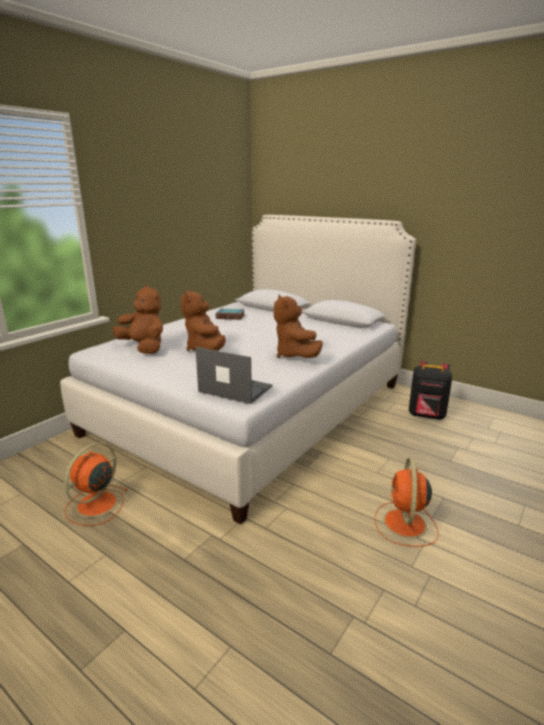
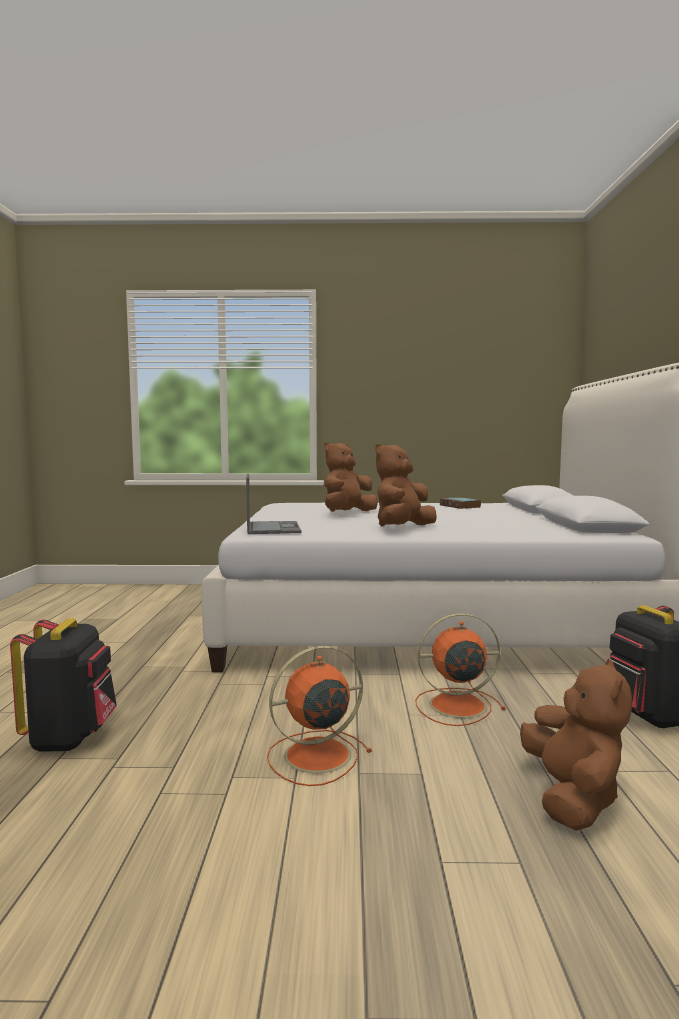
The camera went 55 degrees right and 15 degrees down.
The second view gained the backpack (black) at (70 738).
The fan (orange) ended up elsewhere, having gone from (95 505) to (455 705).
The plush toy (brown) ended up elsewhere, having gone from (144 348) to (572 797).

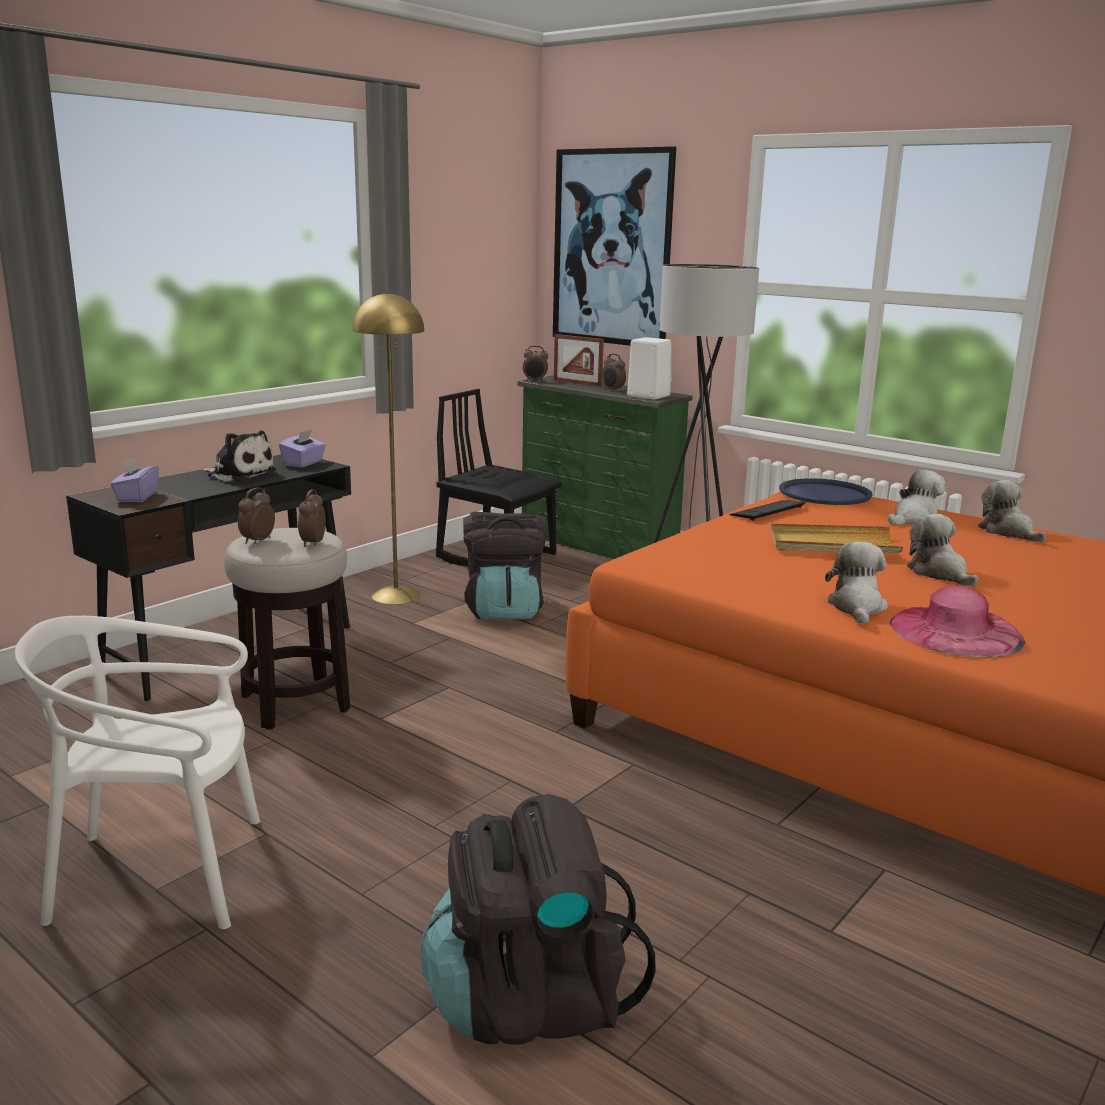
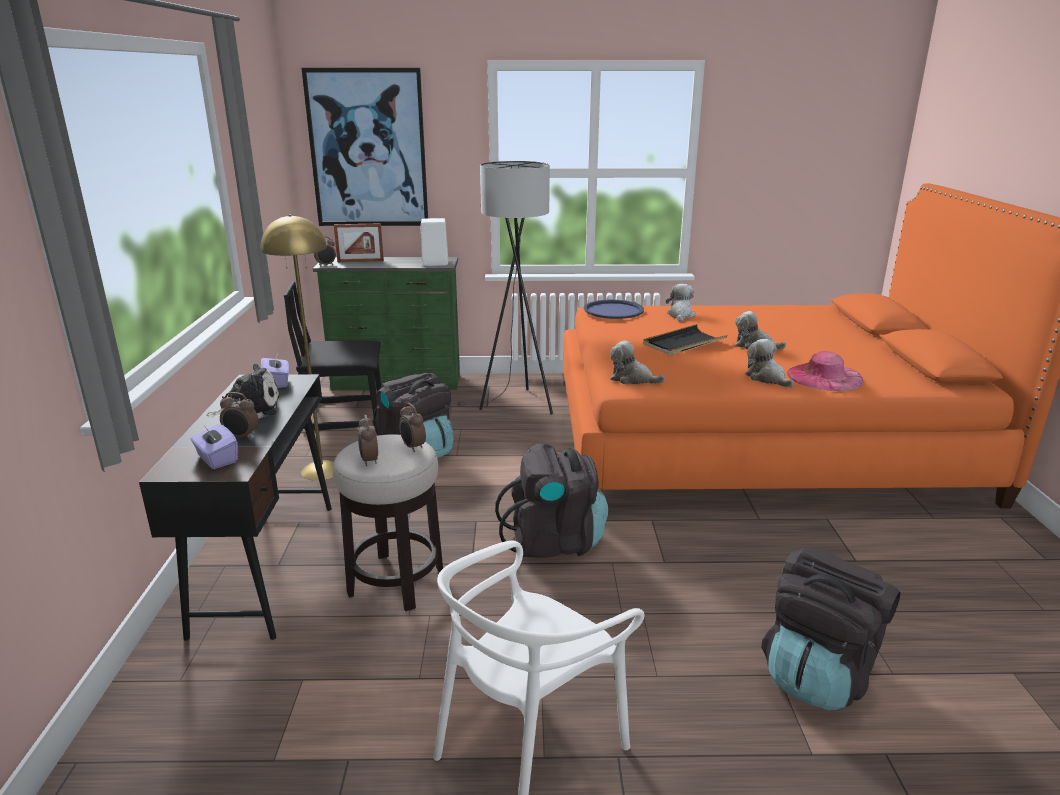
The camera went 40 degrees left and 5 degrees up.
The alarm clock ended up elsewhere, having gone from (612 390) to (241 437).
The second view gained the backpack (black) at (554 542).
The plush toy ended up elsewhere, having gone from (1008 532) to (632 379).
What was the tray (beige) at (832 544) turned into the tray (black) at (683 343).
The second view lost the keyboard at (768 511).

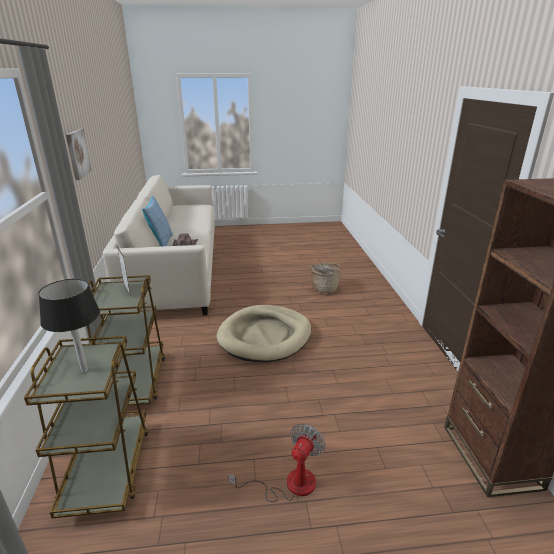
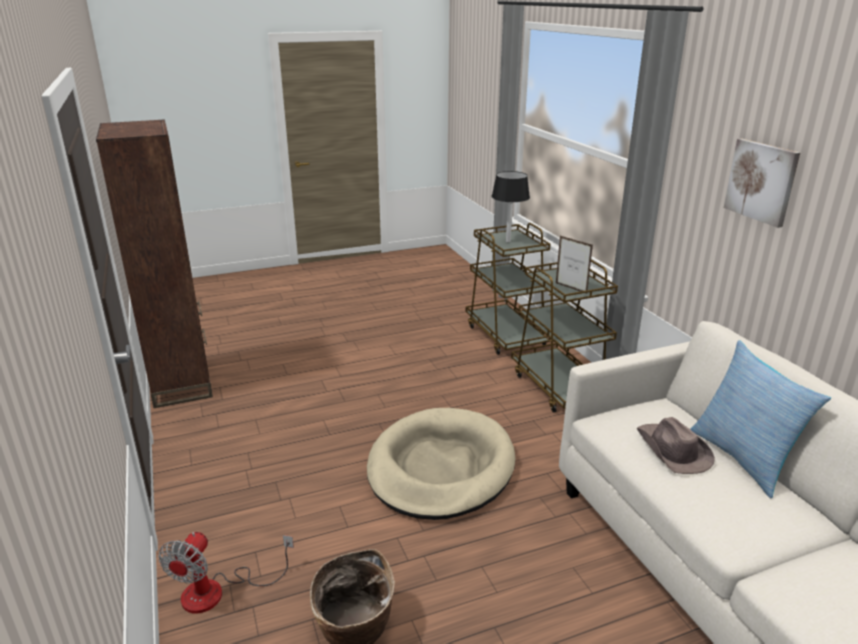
The camera went 165 degrees right and 0 degrees up.
The fan ended up elsewhere, having gone from (289 484) to (218 591).

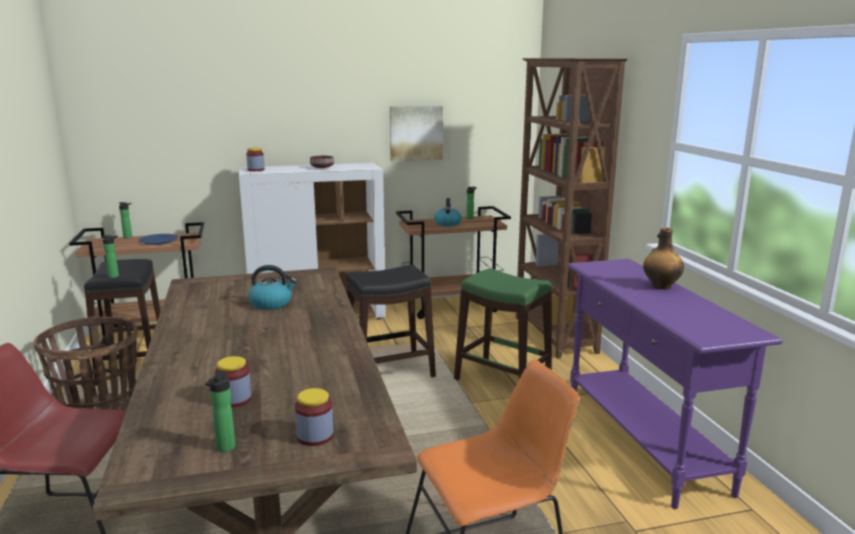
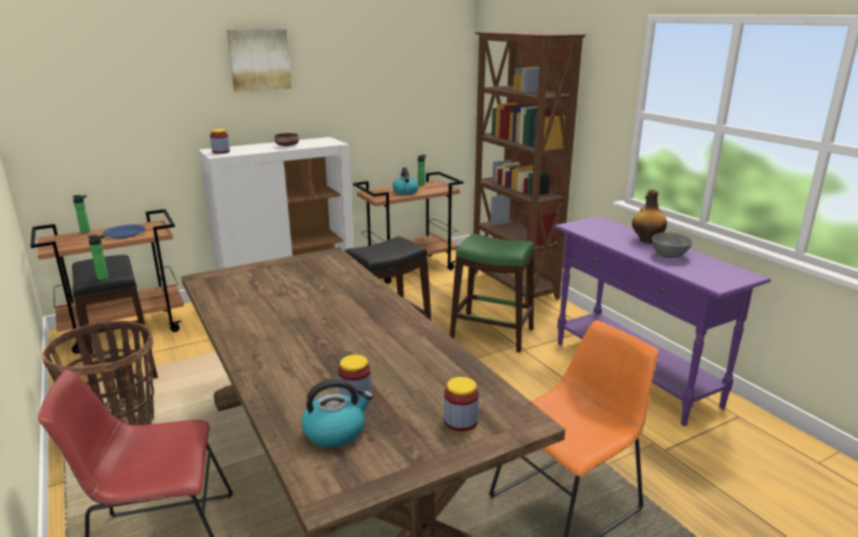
The camera went 15 degrees left and 5 degrees up.
The picture ended up elsewhere, having gone from (416 133) to (259 60).
The kettle ended up elsewhere, having gone from (272 303) to (335 431).
The second view gained the bowl (grey) at (669 255).
The second view lost the bottle at (224 449).

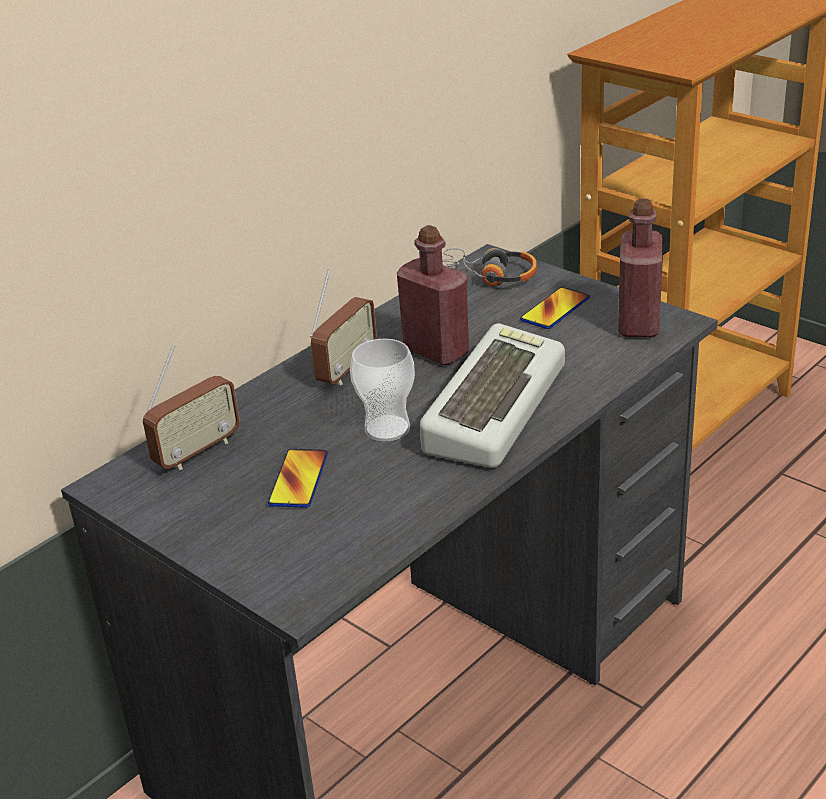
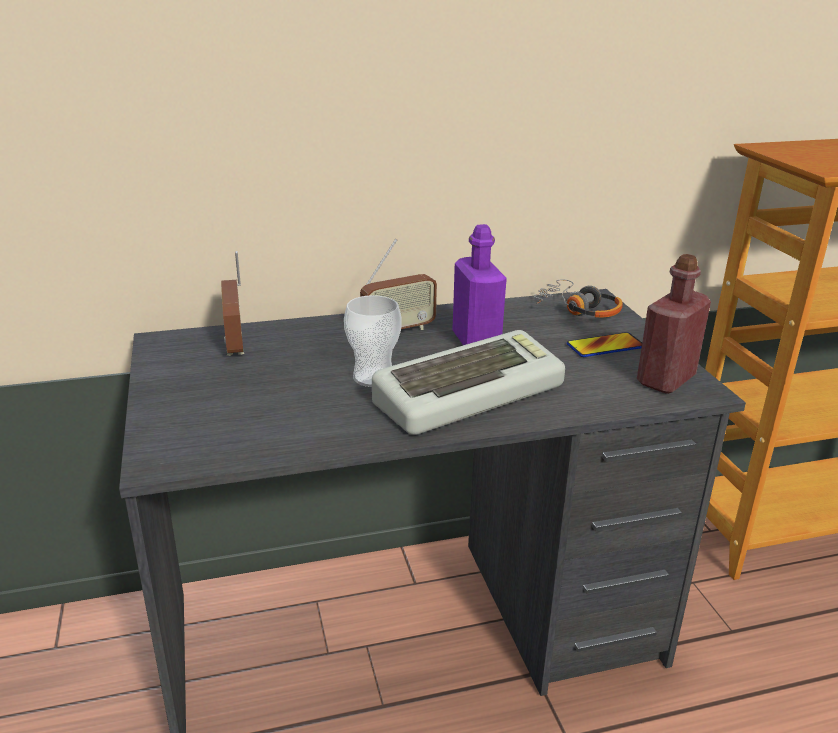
The camera went 30 degrees right and 5 degrees down.
The radio at (197 452) ended up facing another way, 90 degrees clockwise from before.
What was the bottle (red) at (436 351) turned into the bottle (purple) at (476 341).
The second view lost the phone at (298 479).

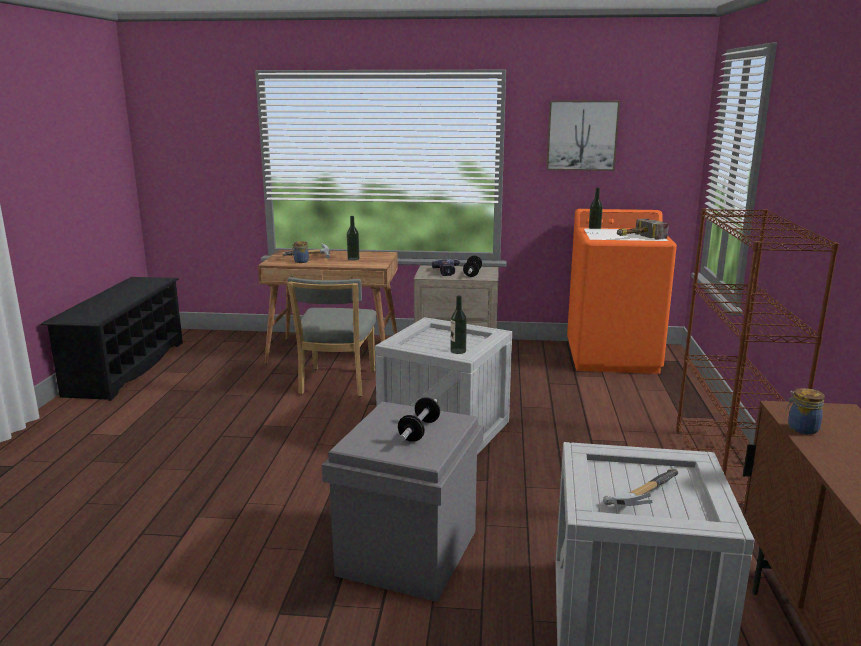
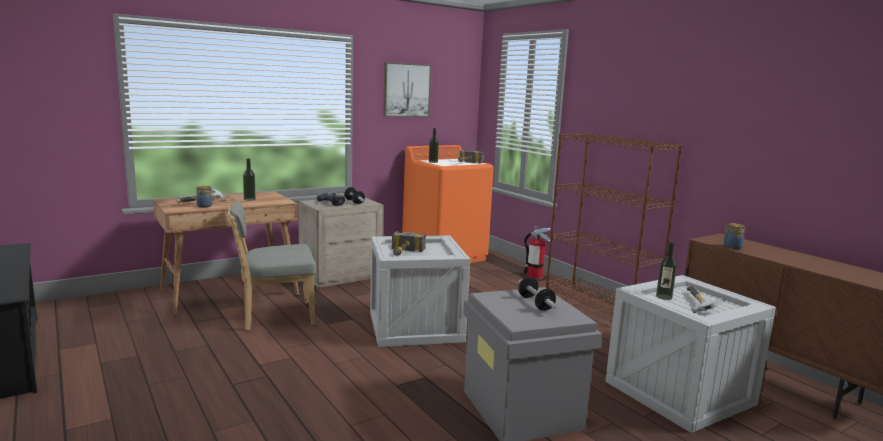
The camera went 40 degrees left and 5 degrees down.
The chair (grey) at (336 384) ended up facing another way, 105 degrees clockwise from before.
The second view gained the hammer at (403 253).
The second view gained the fire extinguisher at (534 276).
The bottle ended up elsewhere, having gone from (458 351) to (664 297).

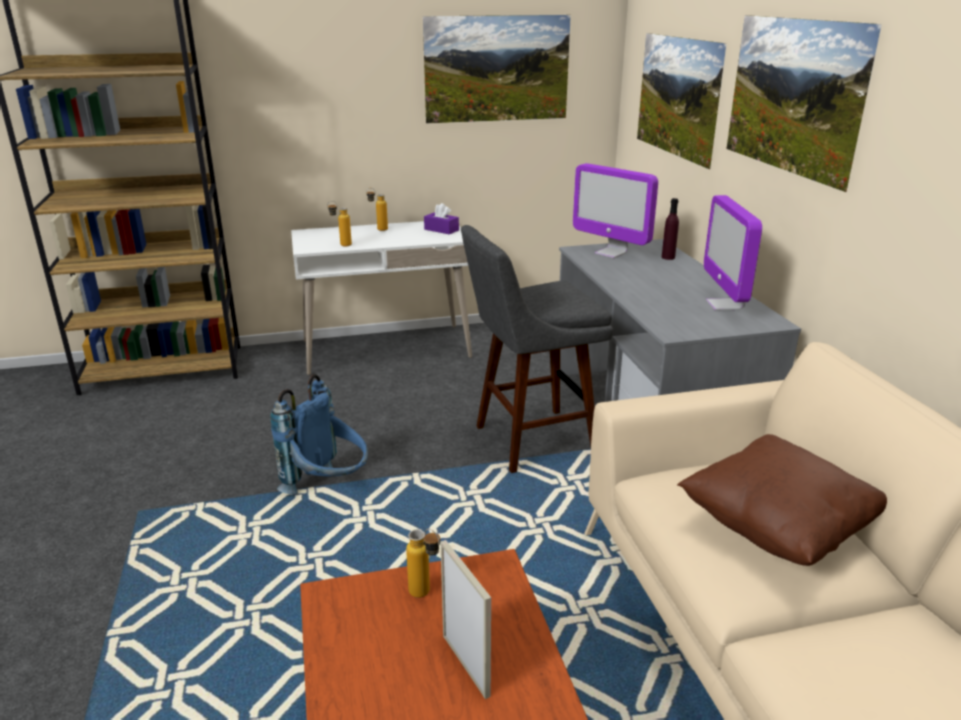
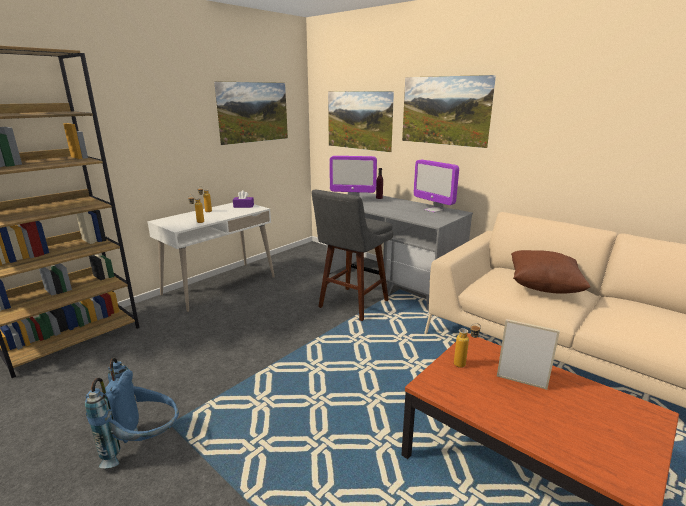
The camera went 35 degrees left and 5 degrees down.
The backpack (blue) ended up elsewhere, having gone from (329 488) to (144 445).

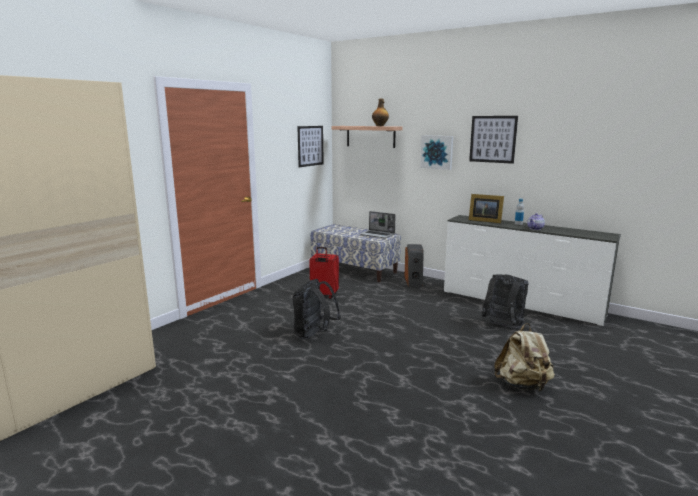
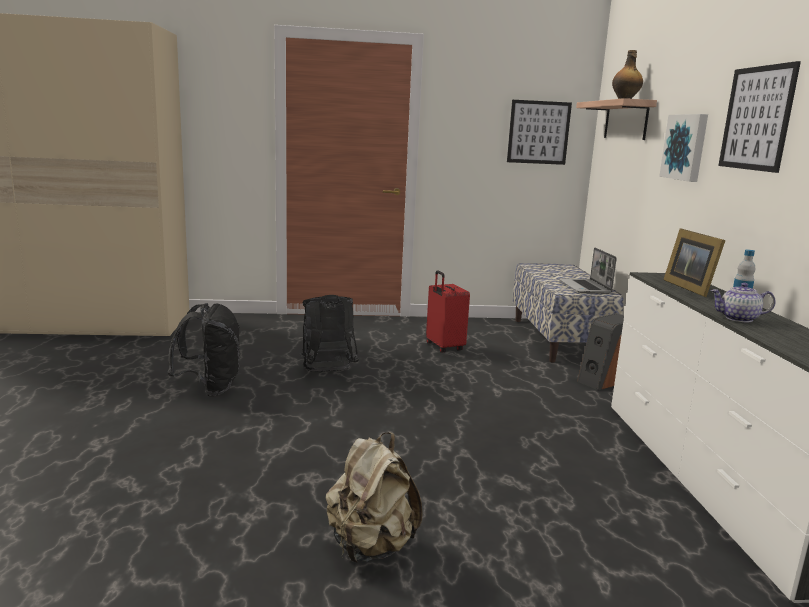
The camera went 50 degrees right and 0 degrees up.
The backpack (black) ended up elsewhere, having gone from (503 327) to (210 388).

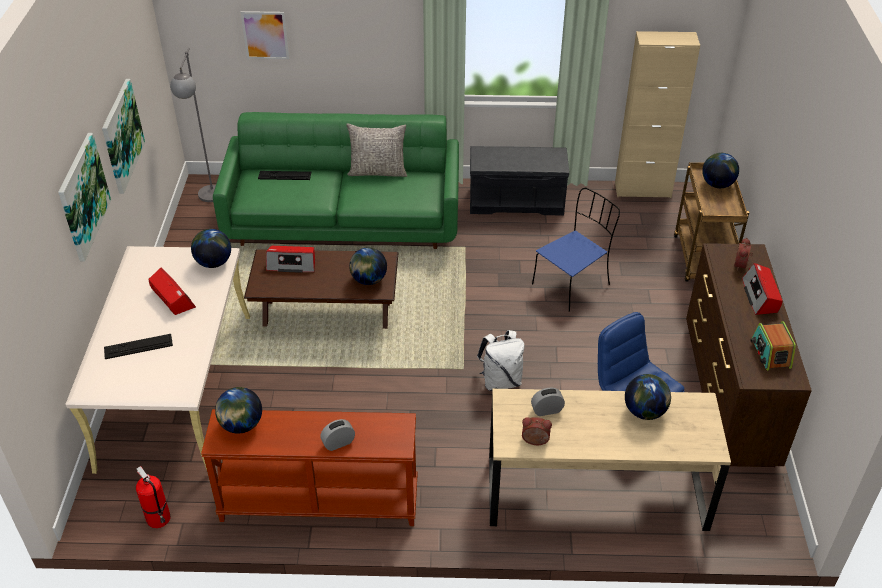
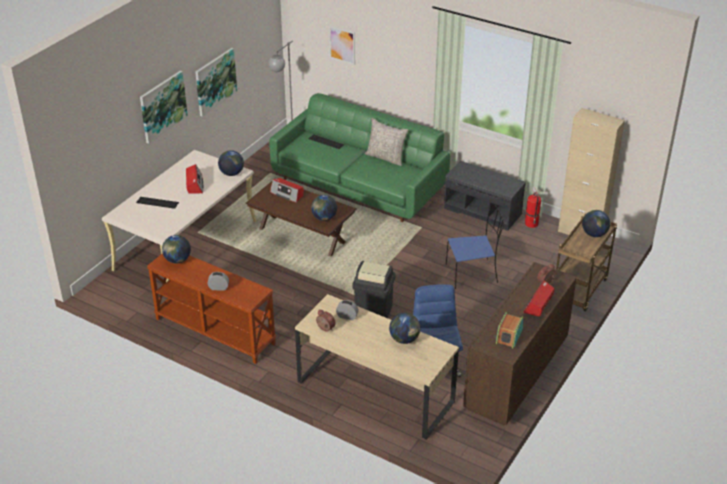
The camera went 30 degrees right and 5 degrees down.
Where the backpack (white) stood at (500 381), the trash can (black) came to stand at (373 311).
The fire extinguisher ended up elsewhere, having gone from (159 519) to (531 224).

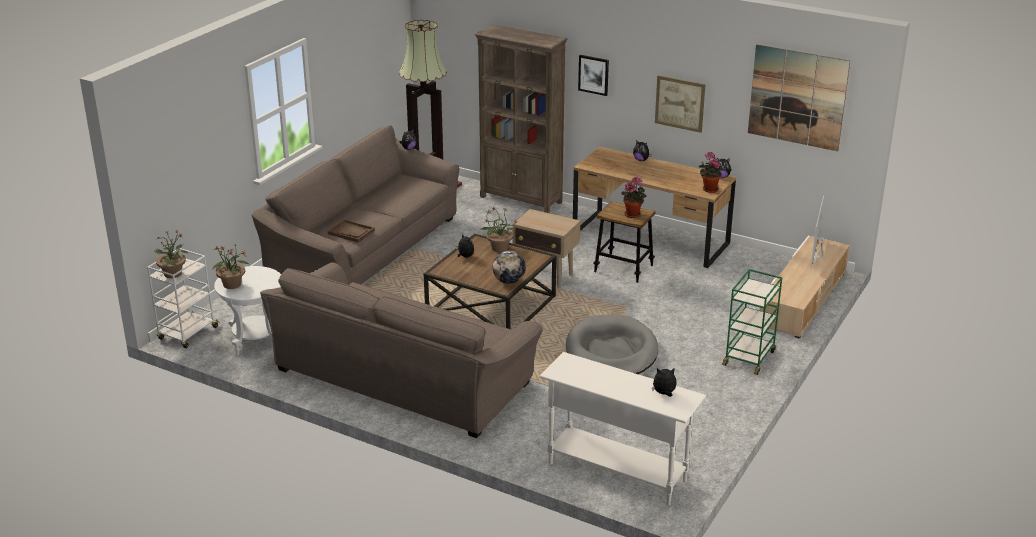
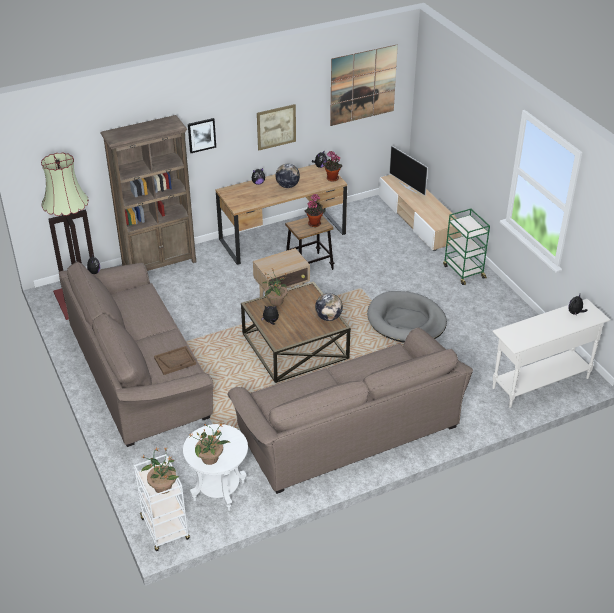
The camera went 55 degrees left and 10 degrees up.
The second view gained the globe at (287 186).

